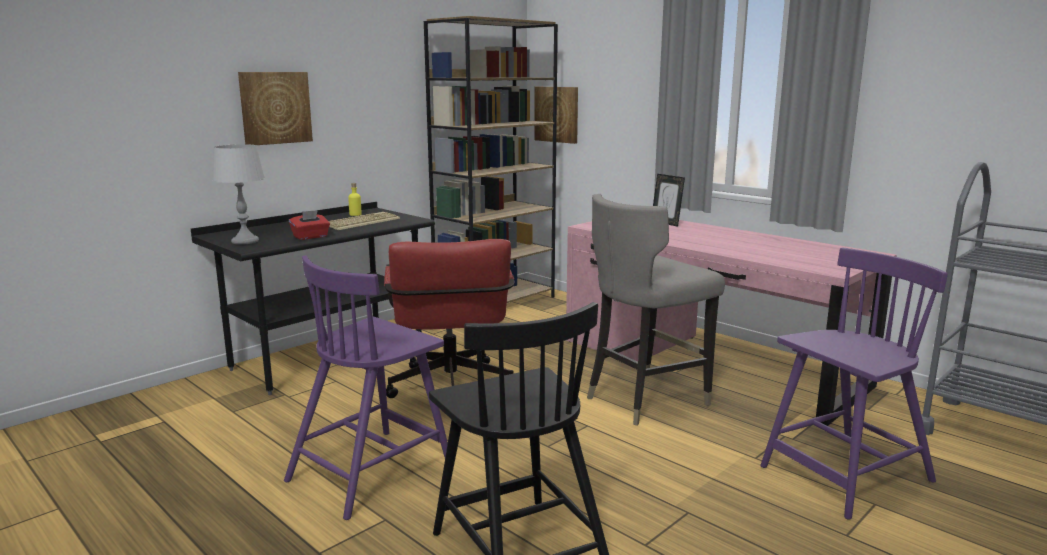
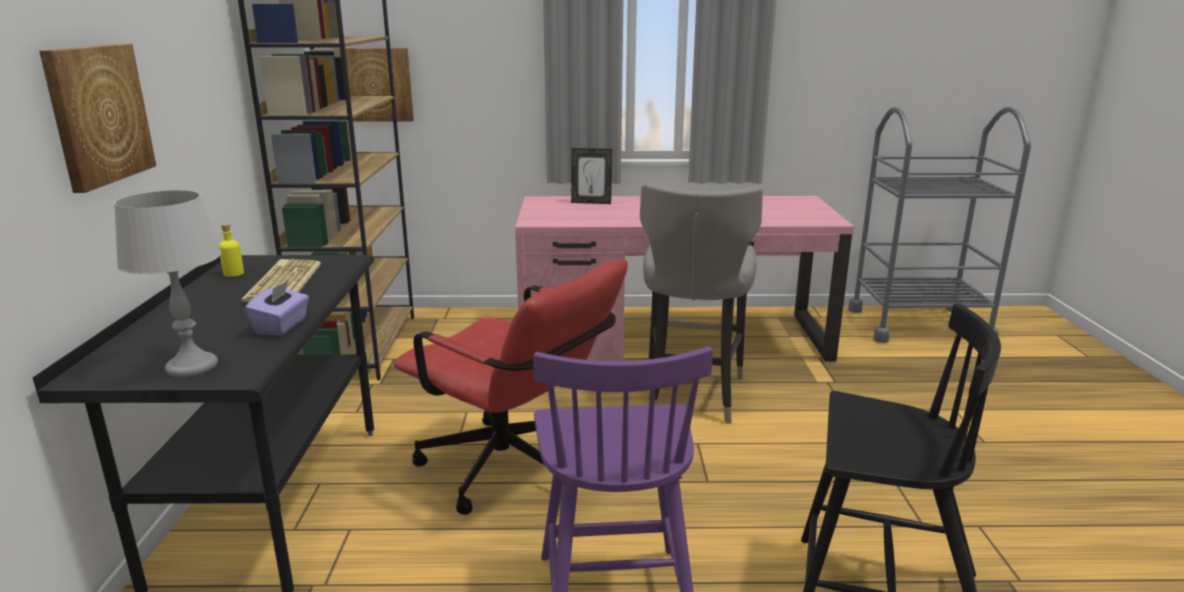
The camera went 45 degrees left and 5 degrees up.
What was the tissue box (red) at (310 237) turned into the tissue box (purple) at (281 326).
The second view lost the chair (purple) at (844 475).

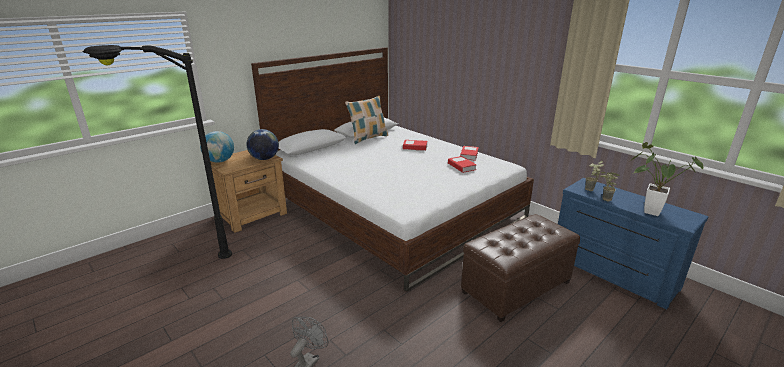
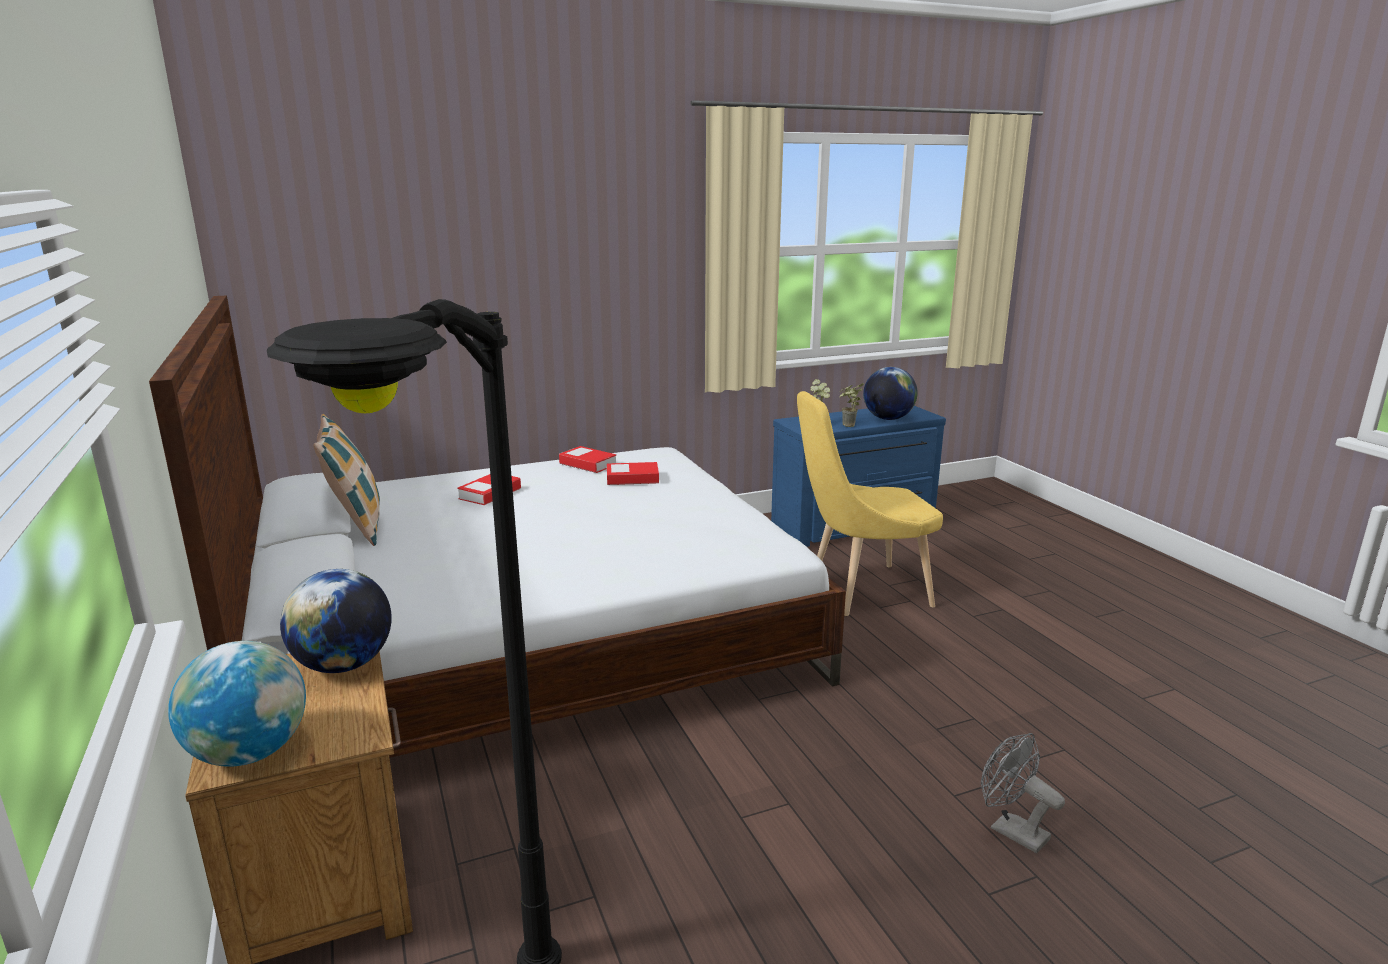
The camera went 70 degrees left and 5 degrees down.
Where the ottoman (brown) stood at (515 287), the chair (yellow) came to stand at (861 592).
Where the potted plant stood at (647 211), the globe came to stand at (888 419).

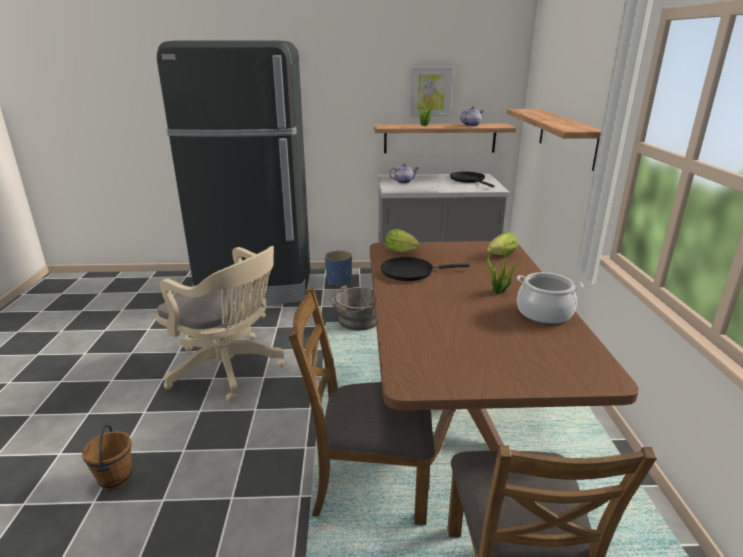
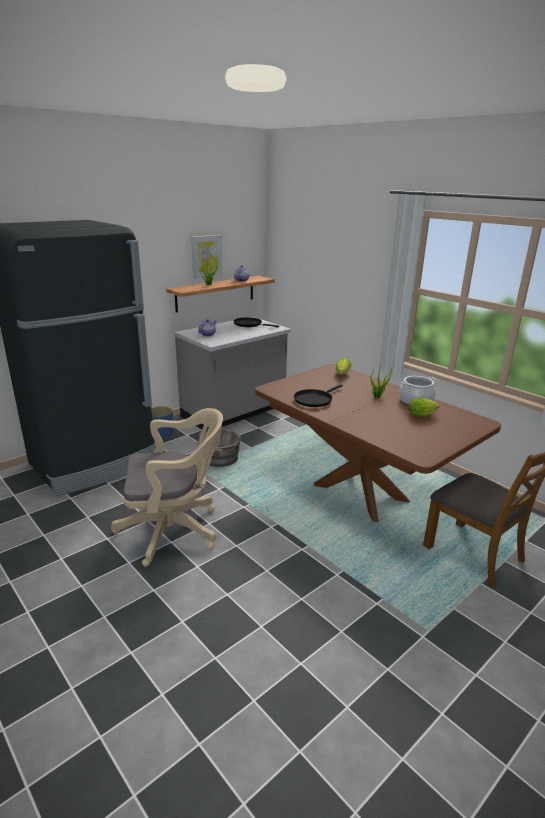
The camera went 40 degrees left and 0 degrees up.
The lettuce ended up elsewhere, having gone from (402 252) to (422 415).
The second view lost the bucket (brown) at (116 479).
The second view lost the chair (brown) at (369 484).
The second view lost the shelf at (566 137).

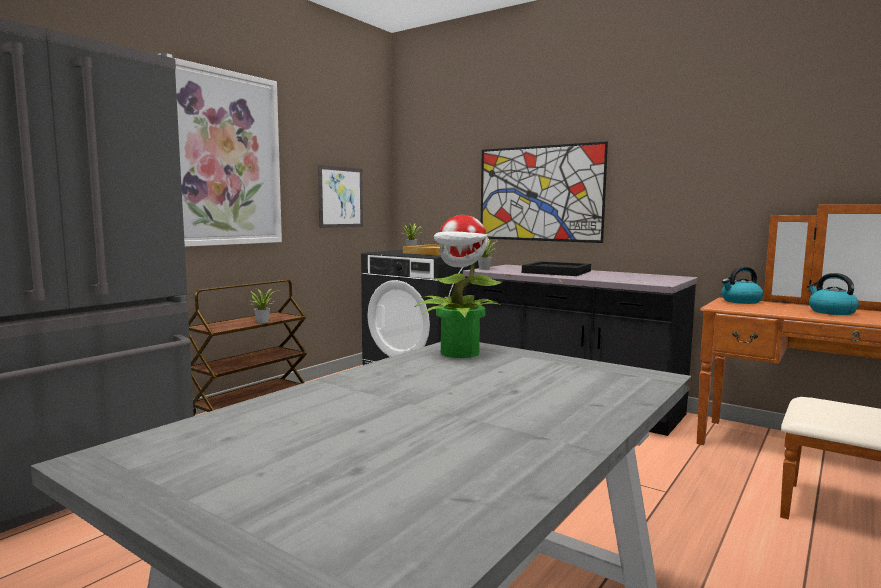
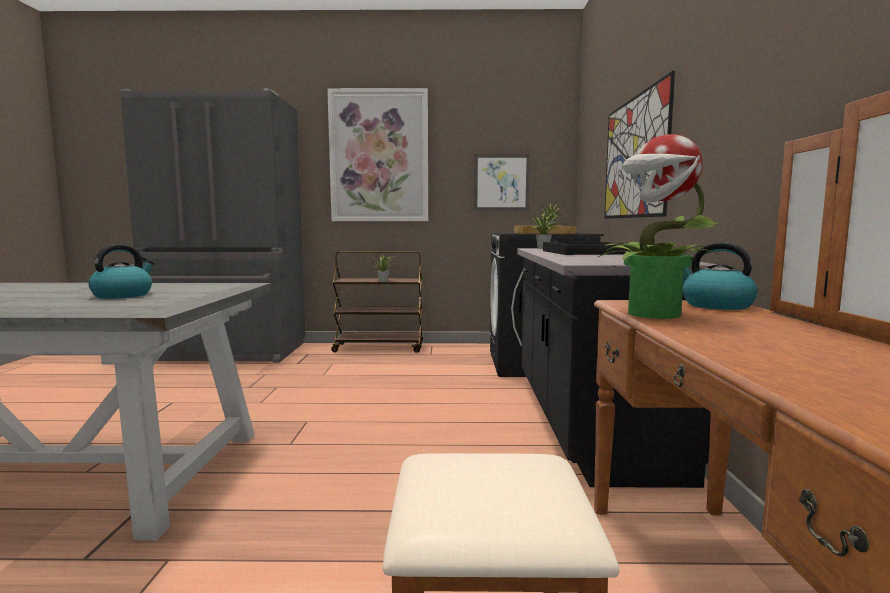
The camera went 55 degrees right and 0 degrees up.
The kettle ended up elsewhere, having gone from (831 312) to (123 295).
The potted plant ended up elsewhere, having gone from (460 353) to (652 314).

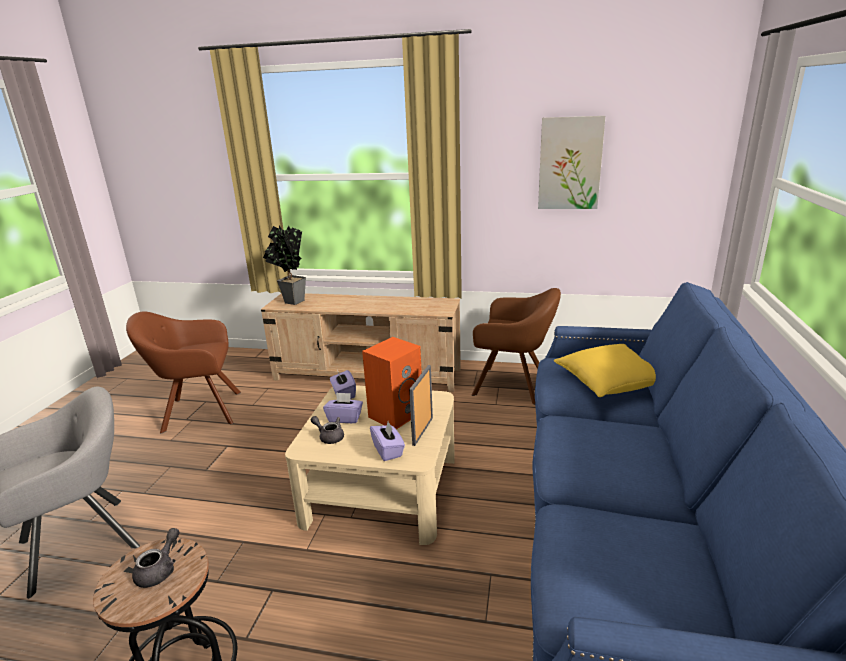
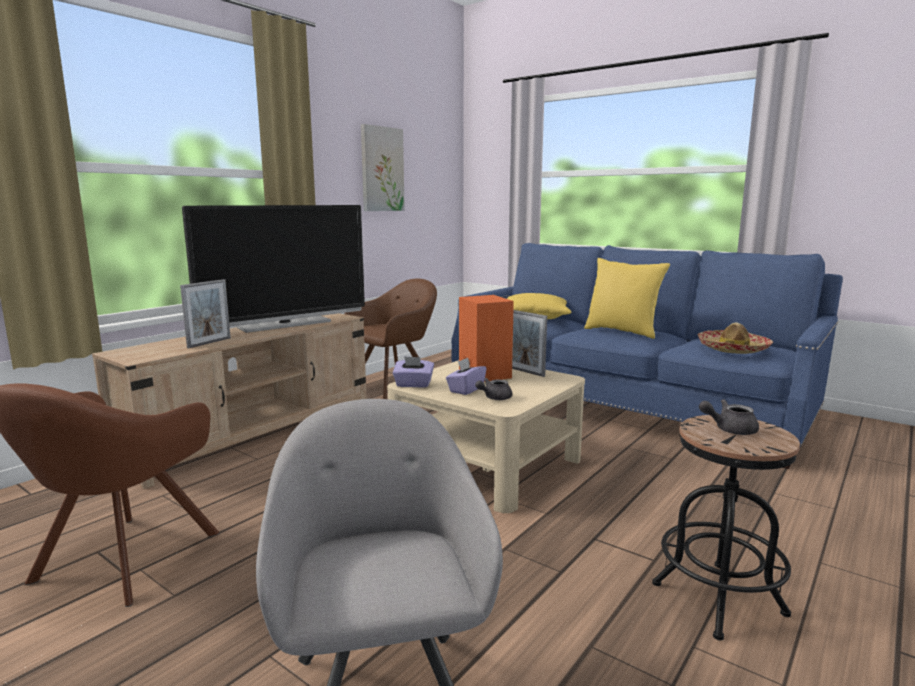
The camera went 65 degrees left and 10 degrees down.
The second view gained the picture frame at (209 343).
The second view gained the television at (285 324).
The second view gained the pillow (yellow) at (622 332).
The second view gained the hat at (733 349).
The teapot (grey) at (160 570) ended up facing another way, 45 degrees counterclockwise from before.
The second view lost the potted plant at (291 302).
The second view lost the tissue box (purple) at (388 450).

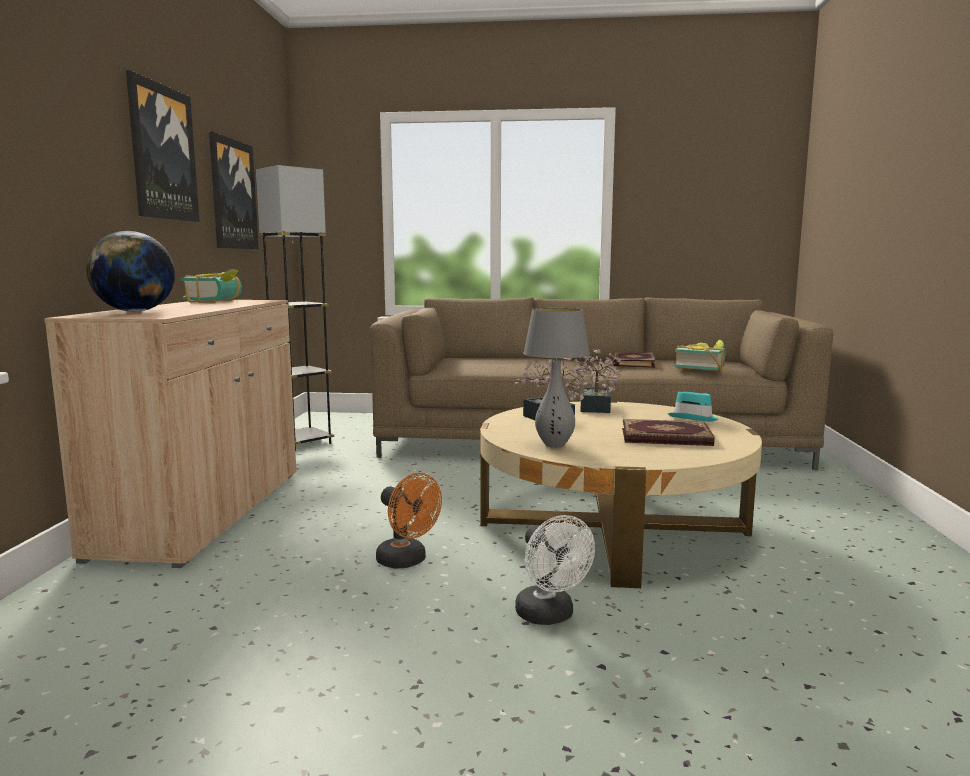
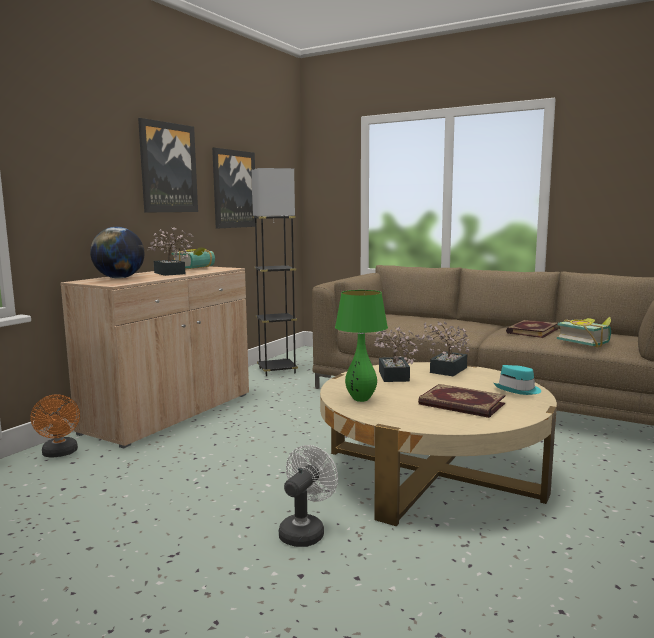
The camera went 25 degrees right and 0 degrees up.
The fan (orange) ended up elsewhere, having gone from (407 561) to (60 453).
The second view gained the potted plant at (170 273).
The fan (white) at (550 616) ended up facing another way, 150 degrees counterclockwise from before.
What was the table lamp (grey) at (554 445) turned into the table lamp (green) at (360 399).

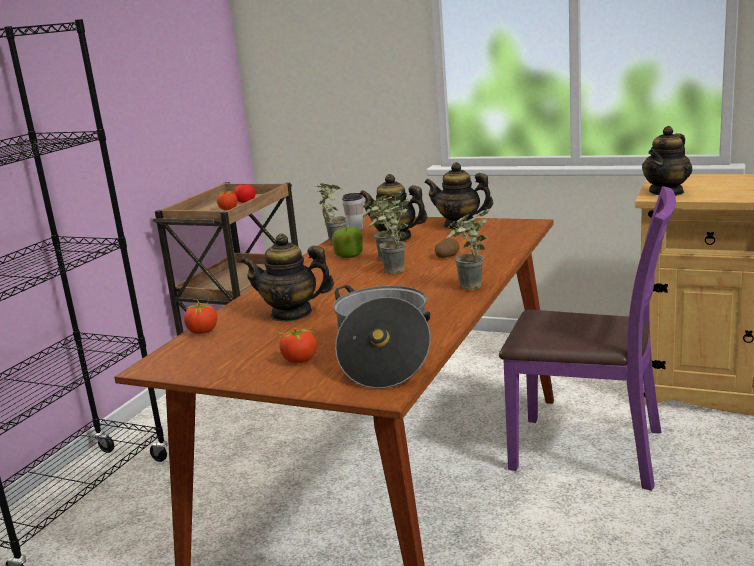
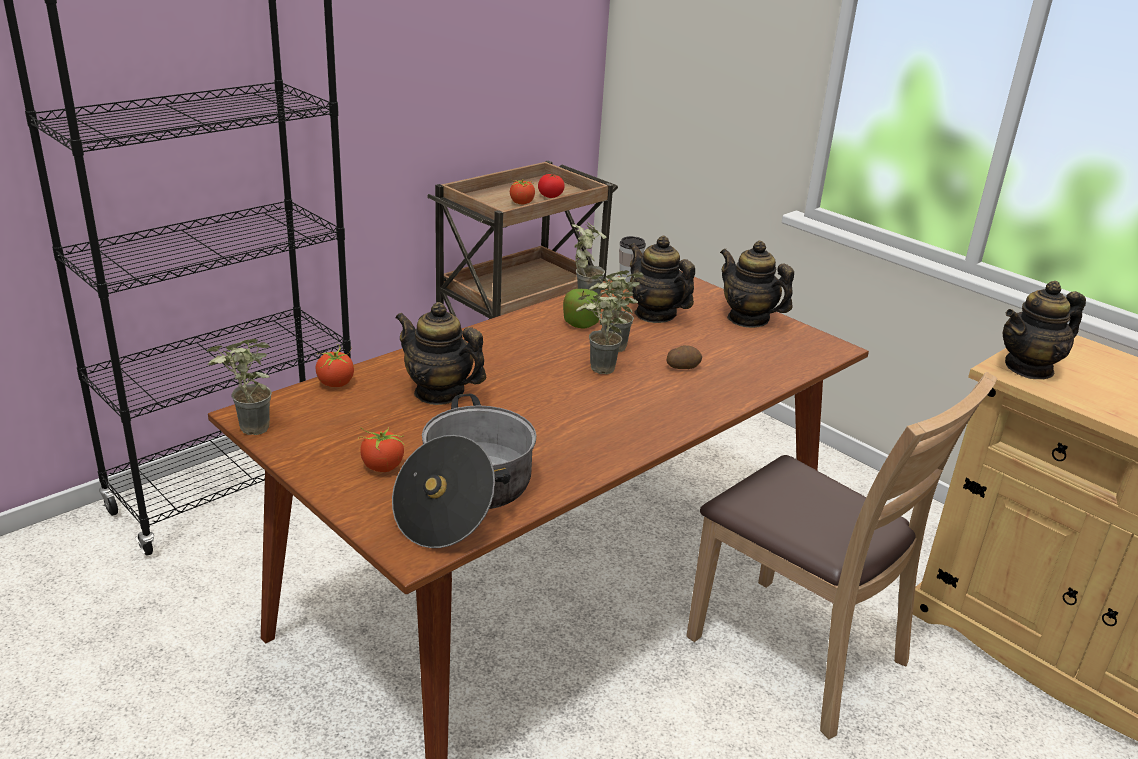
The camera went 20 degrees right and 10 degrees up.
The potted plant ended up elsewhere, having gone from (468 289) to (247 431).
What was the chair (purple) at (589 451) turned into the chair (brown) at (798 653).

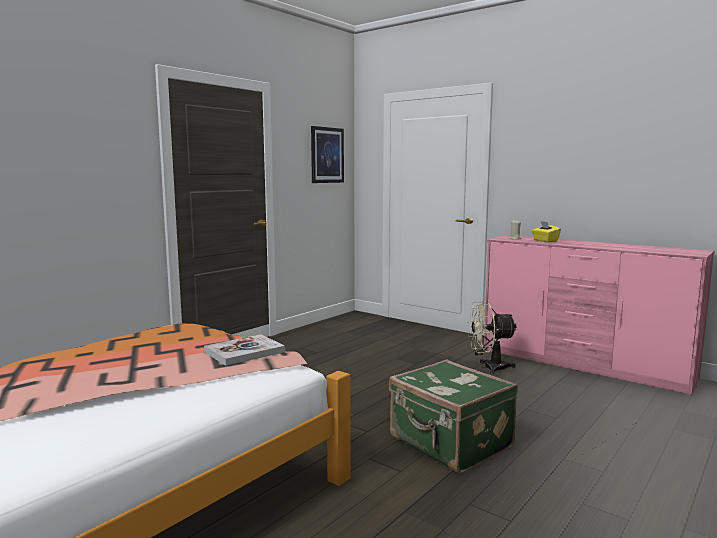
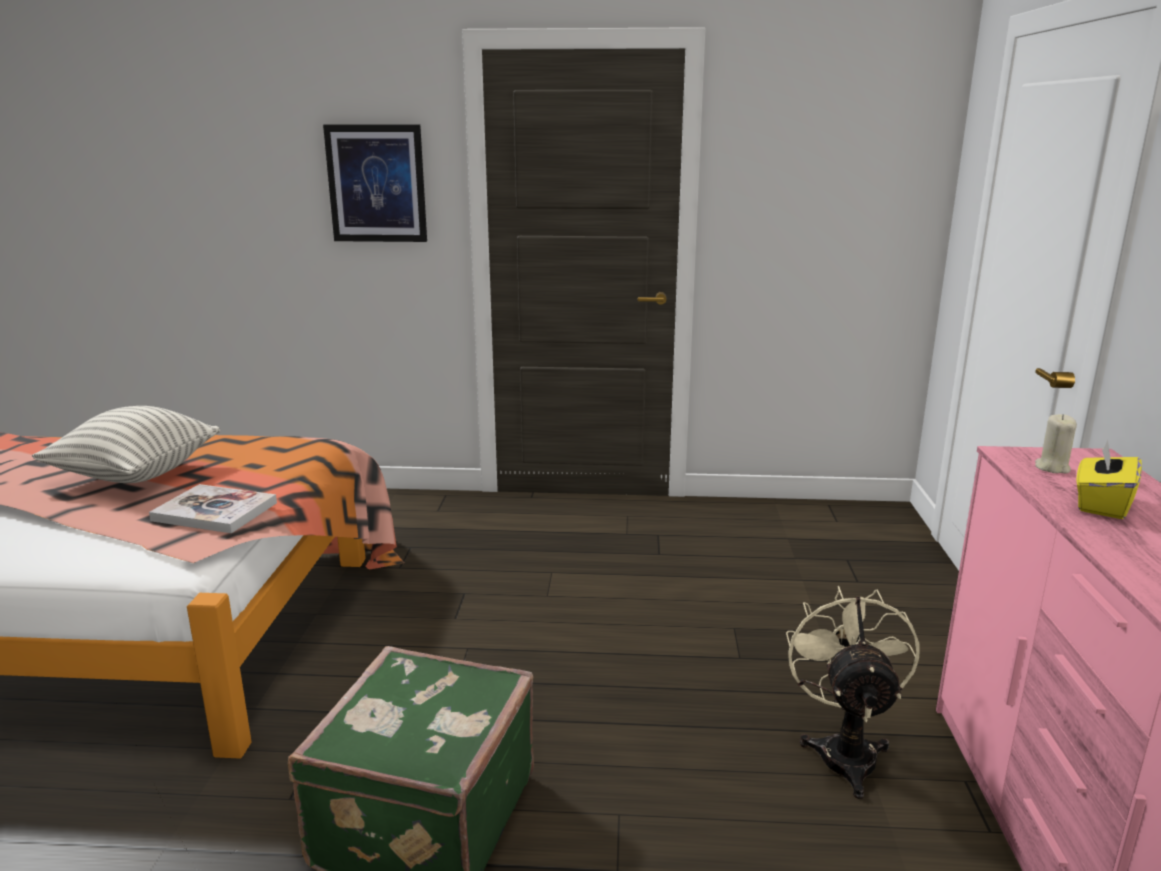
The camera went 55 degrees right and 10 degrees up.
The second view gained the pillow at (136 475).
The picture ended up elsewhere, having gone from (327 155) to (376 184).
The fan (beige) at (489 367) ended up facing another way, 45 degrees clockwise from before.

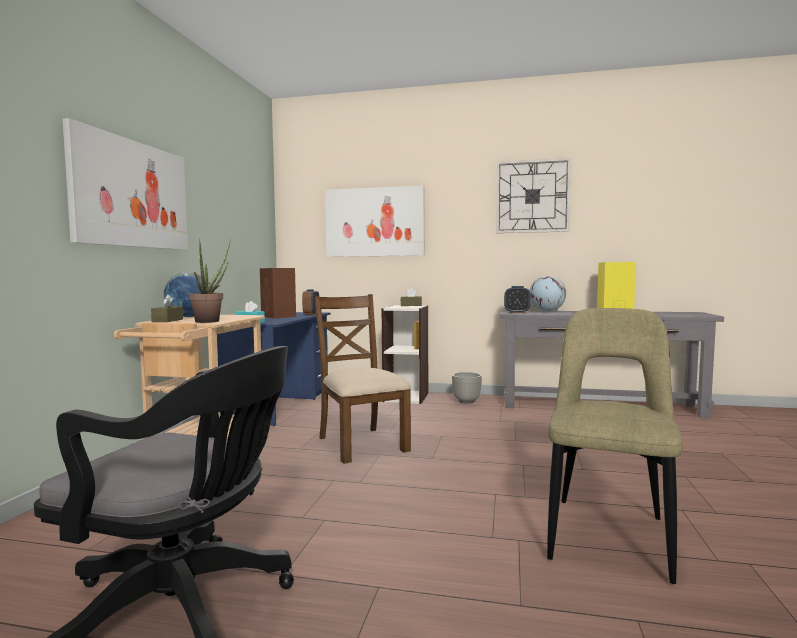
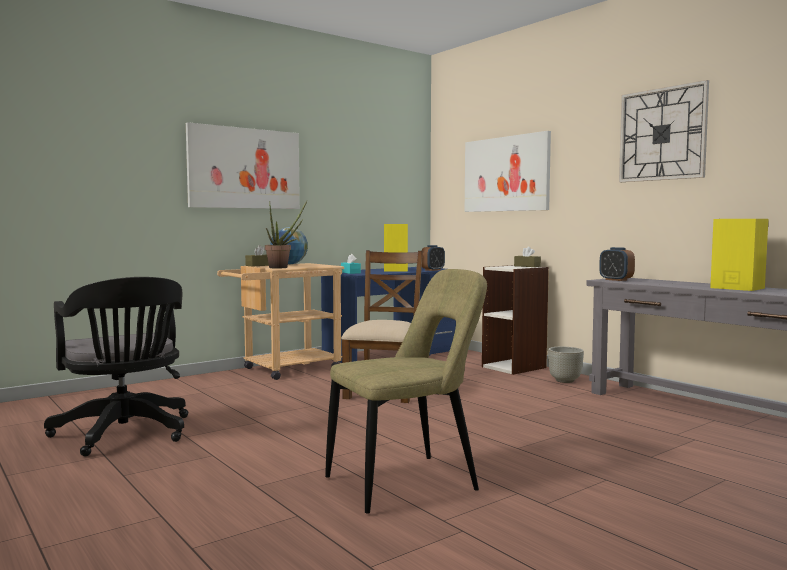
The camera went 40 degrees right and 0 degrees up.
What was the speaker (brown) at (279 316) turned into the speaker (yellow) at (395 270).
The second view lost the globe at (547 311).

